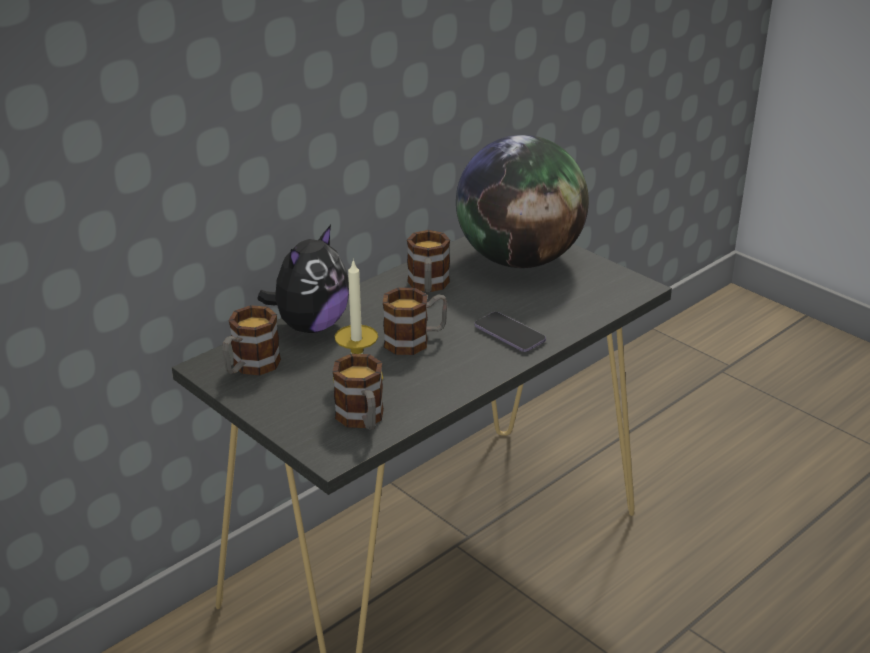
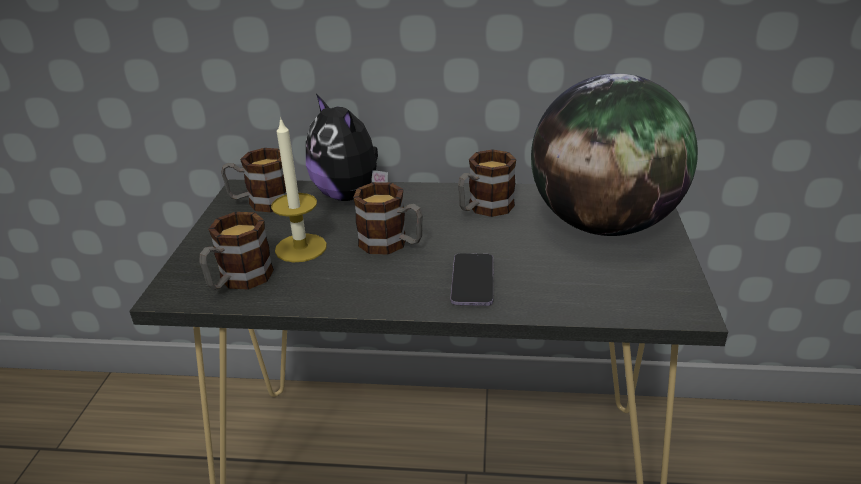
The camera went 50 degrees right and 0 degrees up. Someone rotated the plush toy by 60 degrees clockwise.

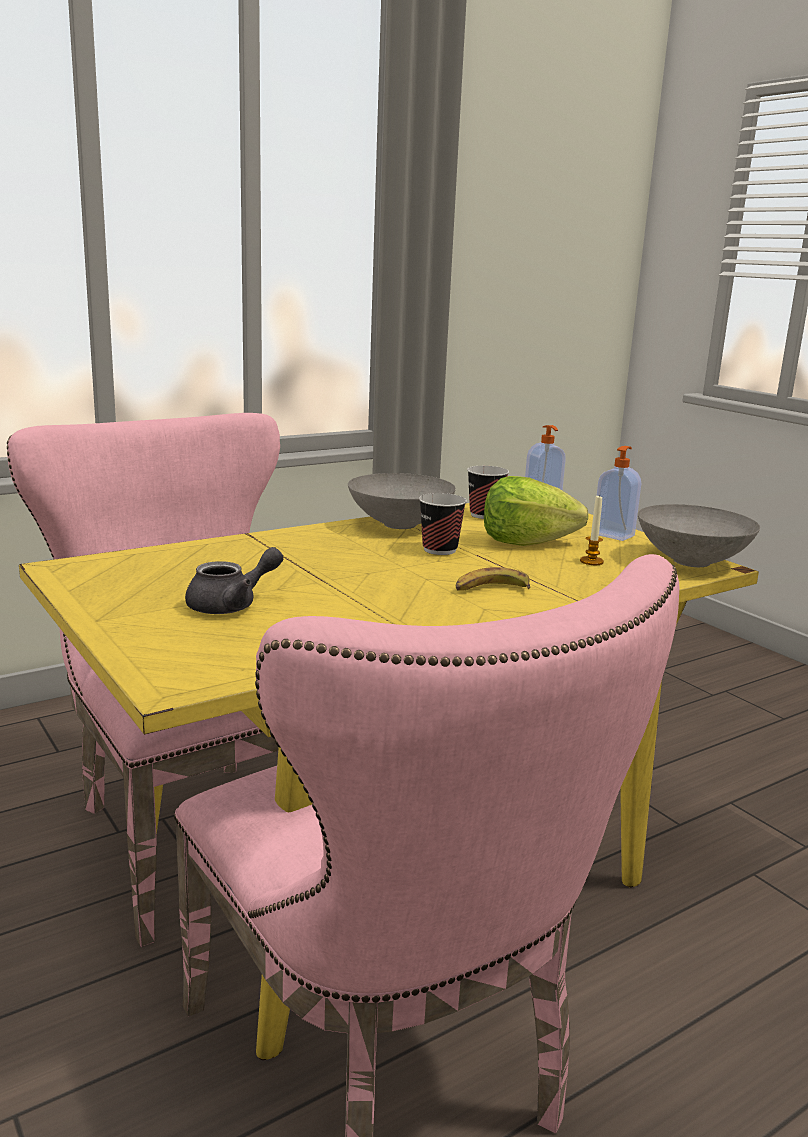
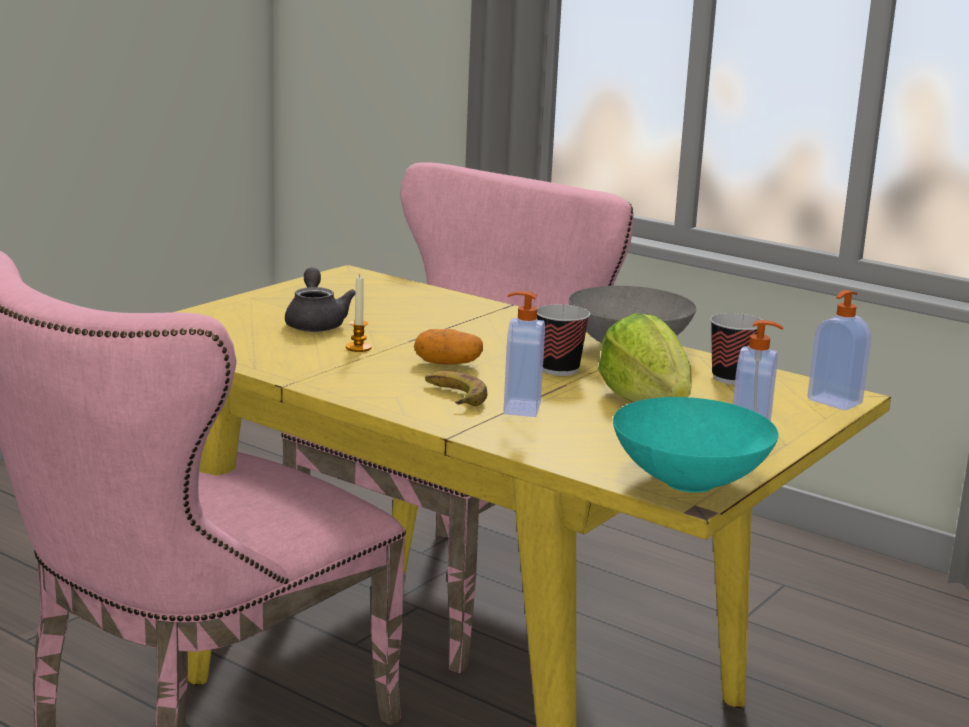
The camera went 70 degrees right and 0 degrees up. Someone carried the candle. Someone repainted the grey serving bowl (2nd from left), which became the turquoise serving bowl. Someone rotated the grey teapot by 135 degrees counterclockwise. Someone put down the soap bottle (1st from left). Someone put down the whole potato.

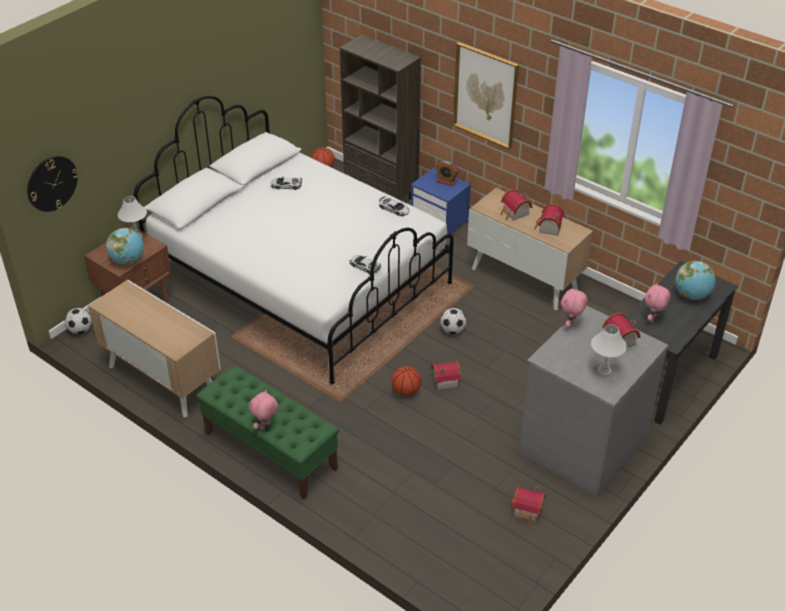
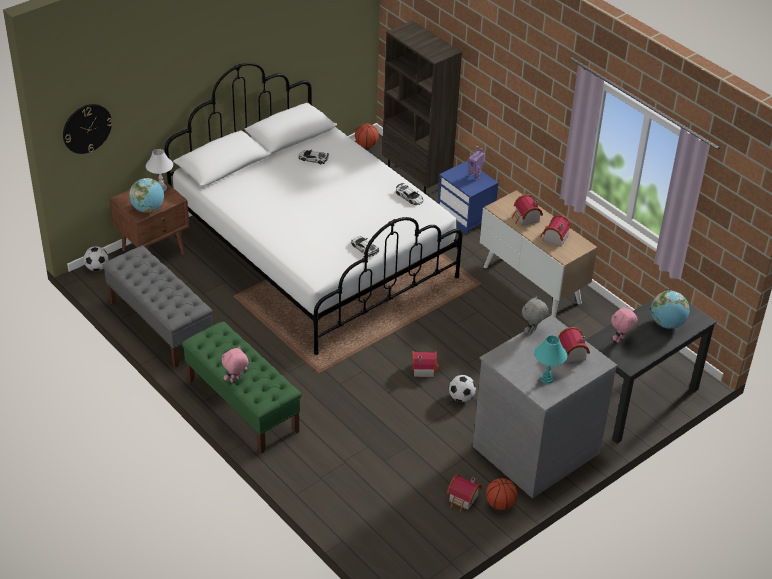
The camera went 10 degrees right and 0 degrees up. Someone took away the wall picture. Someone swapped the table clock for the toy robot. Someone swapped the cabinet (1st from left) for the grey indoor bench. Someone repainted the pinkish plush toy (2nd from left), which became the grey plush toy. Someone carried the football ball (2nd from left). Someone repainted the whitish tabletop lamp (2nd from left), which became the turquoise tabletop lamp. Someone carried the basketball (2nd from left).

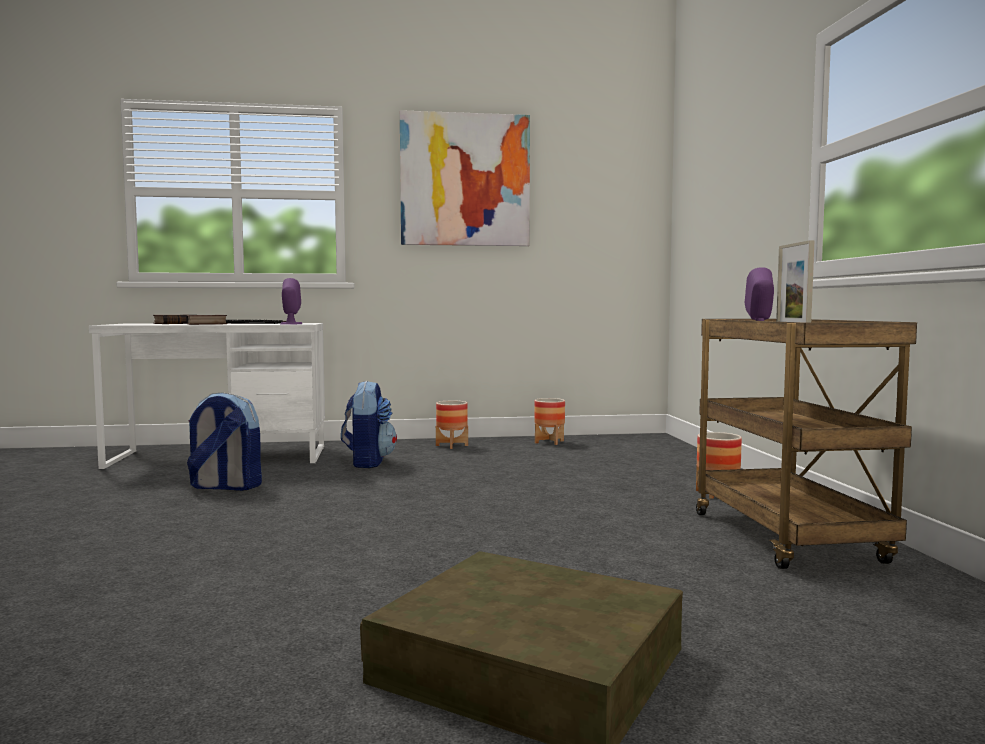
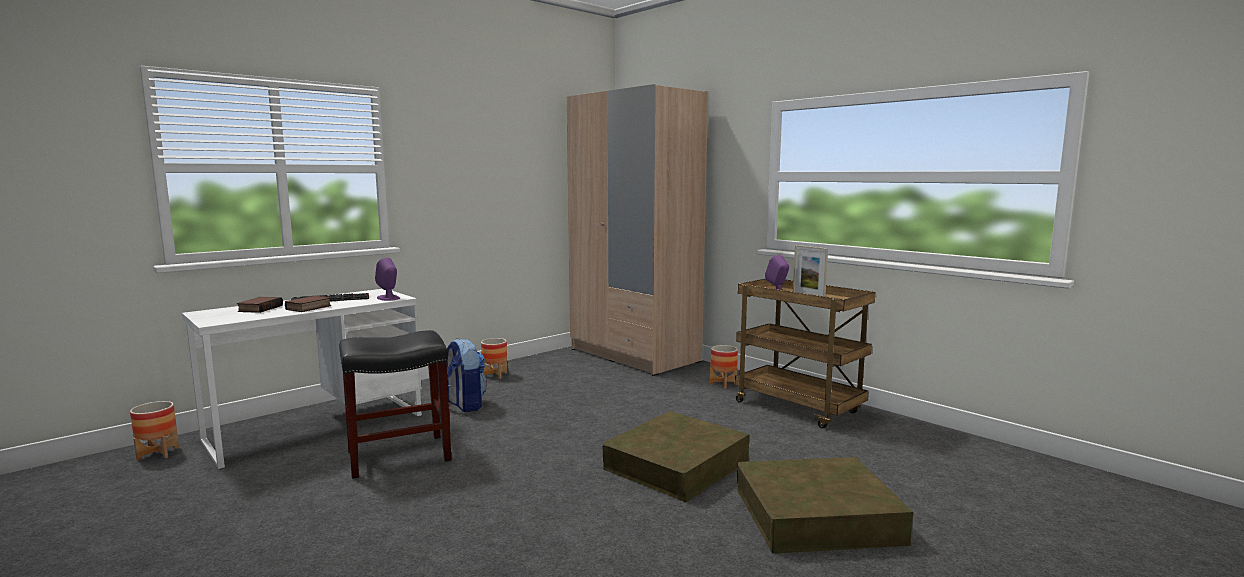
The camera went 35 degrees left and 5 degrees up. Someone took away the wall picture. Someone swapped the knapsack (1st from left) for the blackish sitting stool. Someone carried the plant pot (2nd from left in the first image). Someone put down the beige wardrobe. Someone put down the brownish storage bin (1st from left).

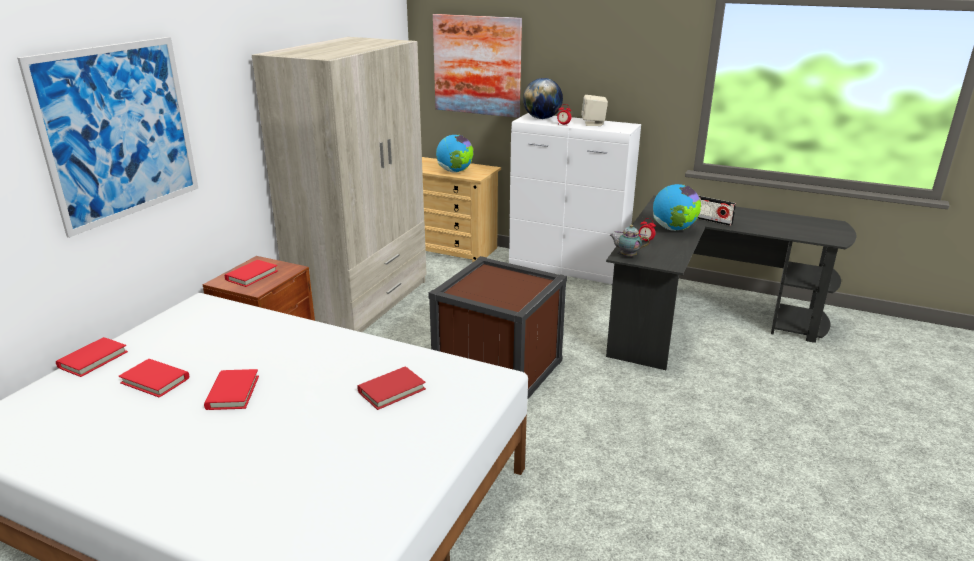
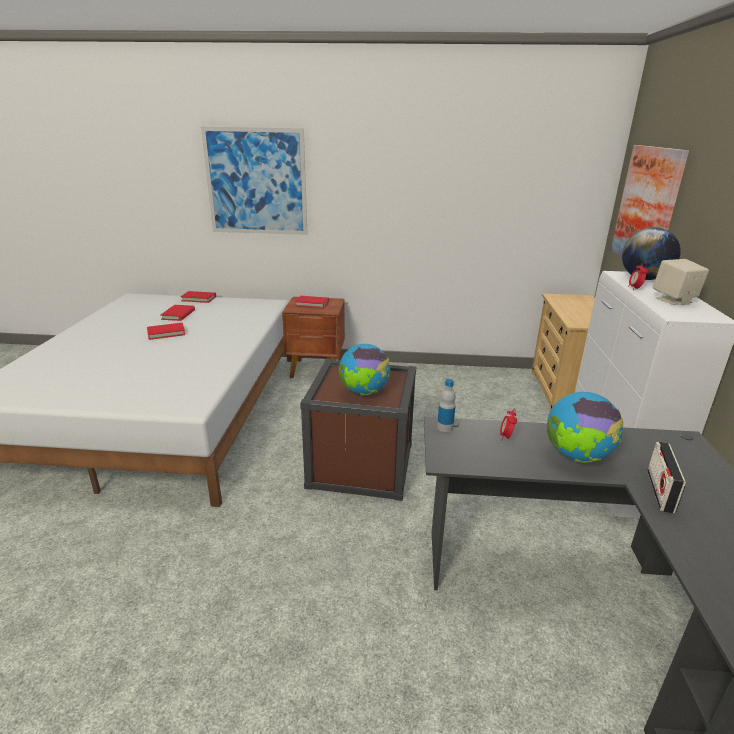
The camera went 70 degrees right and 0 degrees up. Someone took away the beige wardrobe. Someone carried the desk globe (1st from left). Someone swapped the teapot for the bottle. Someone took away the reddish volume (5th from left).

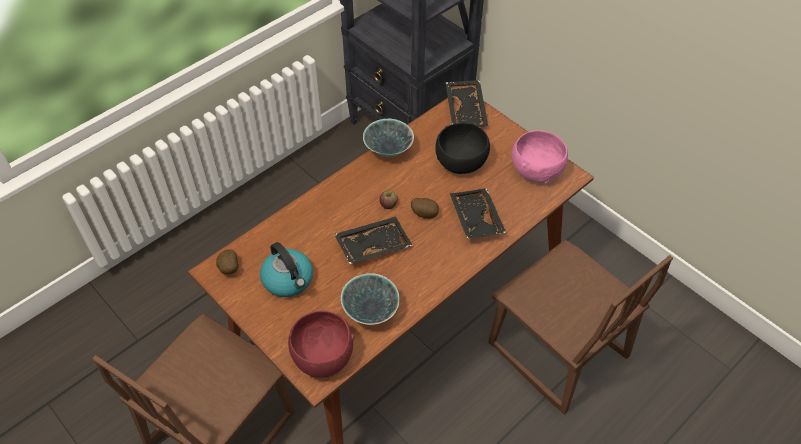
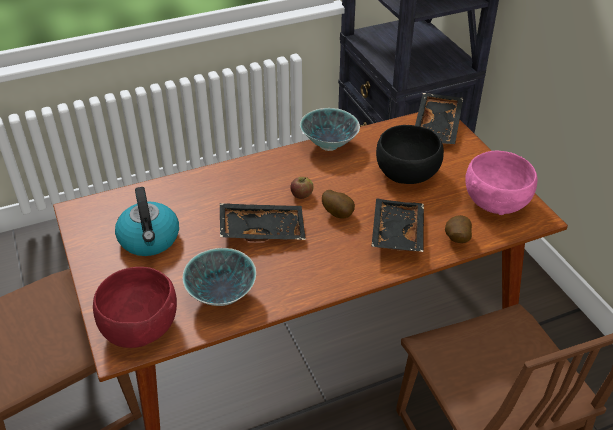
The camera went 20 degrees right and 10 degrees down. Someone carried the whole potato (1st from left in the first image).

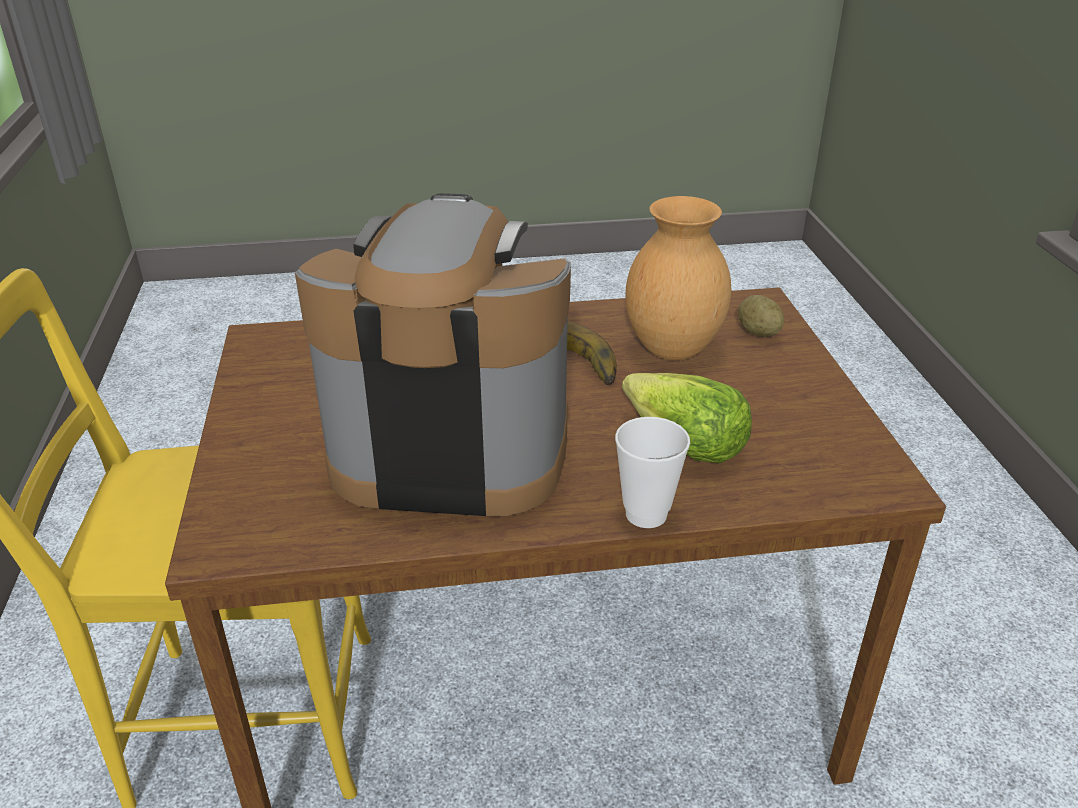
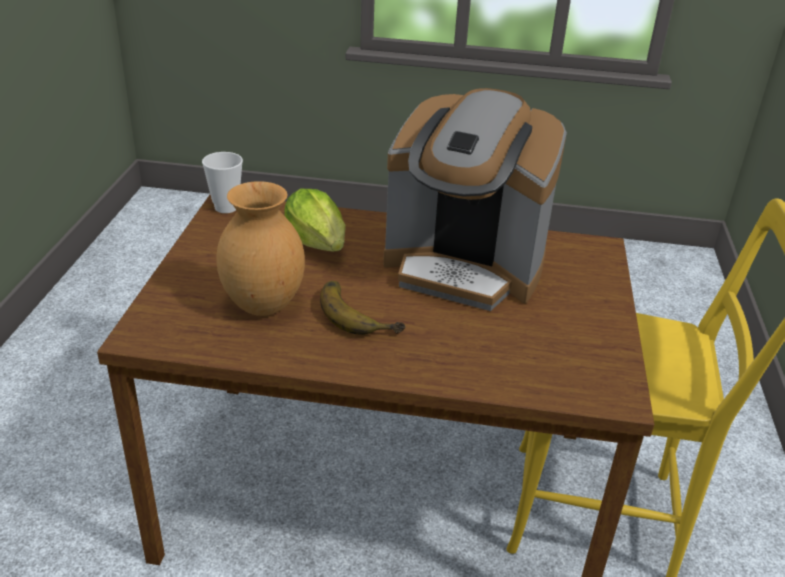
The camera went 165 degrees left and 0 degrees up. Someone took away the whole potato. Someone carried the small cup.

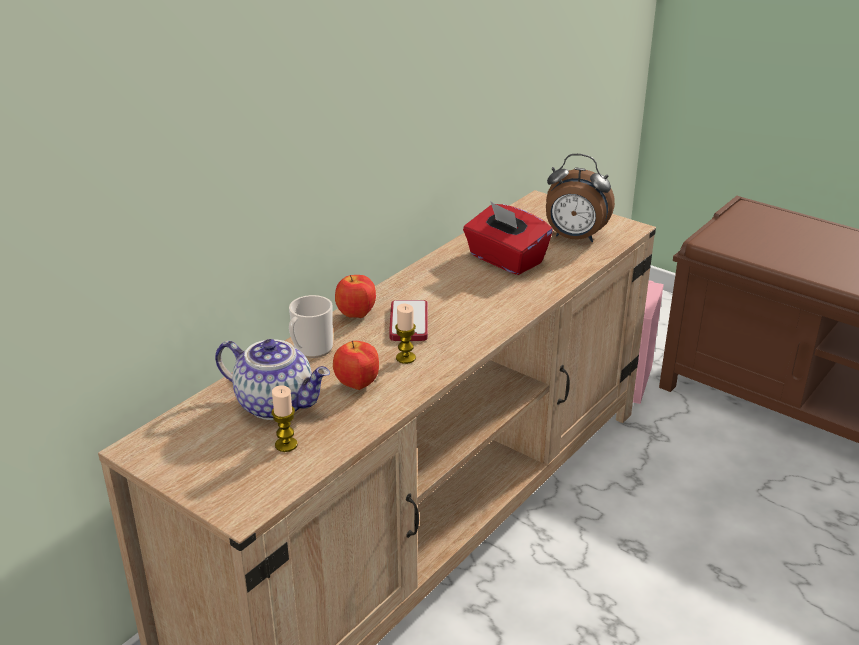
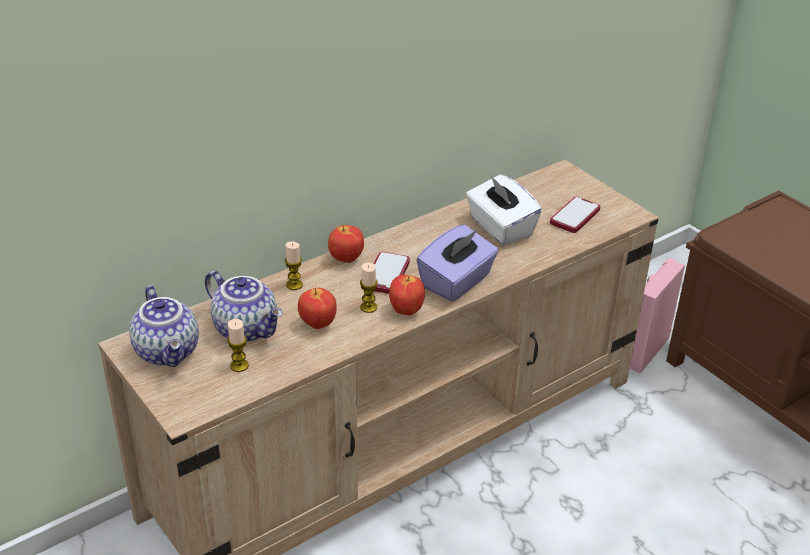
The camera went 15 degrees right and 5 degrees up. Someone swapped the table clock for the handset (2nd from left). Someone repainted the reddish tissue holder, which became the whitish tissue holder. Someone swapped the tea mug for the candle (2nd from left). Someone put down the purple-coloured tissue holder. Someone put down the whole apple (3rd from left). Someone put down the teapot (1st from left).

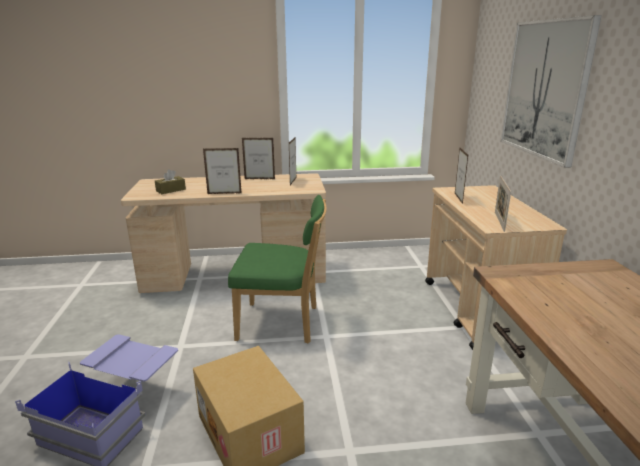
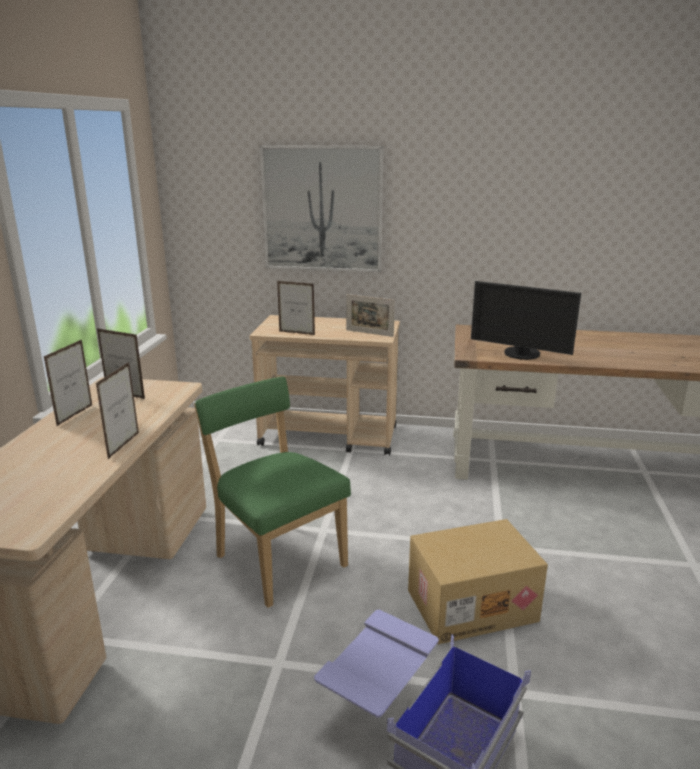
The camera went 75 degrees left and 0 degrees up. Someone took away the brownish tissue holder. Someone rotated the greenish plain chair by 60 degrees counterclockwise. Someone put down the computer display.

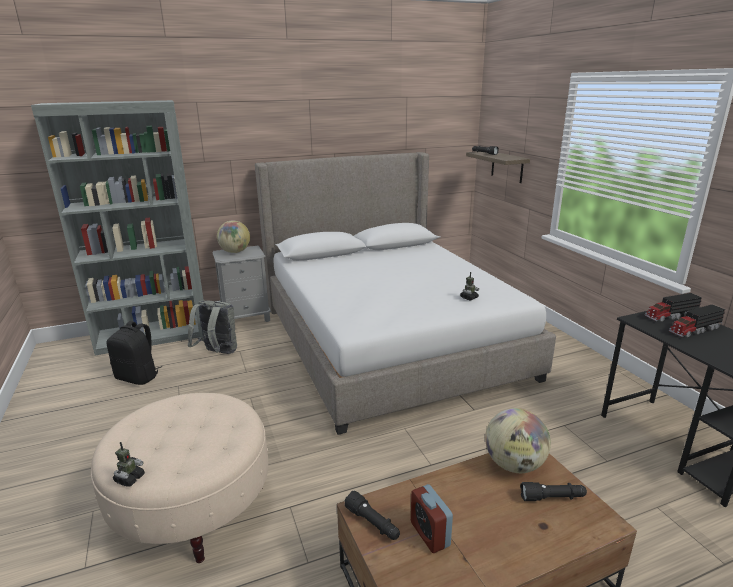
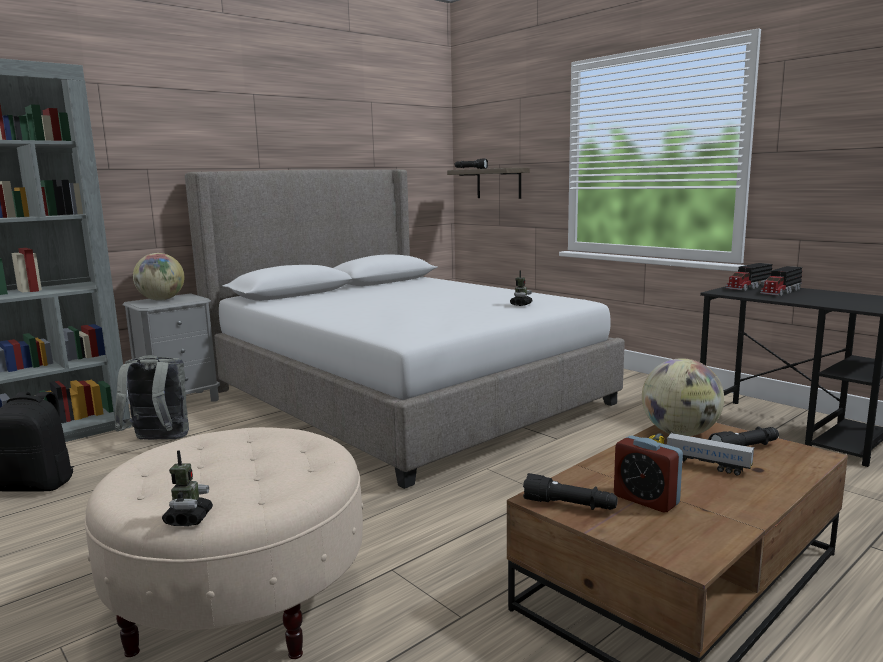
The camera went 20 degrees left and 10 degrees down. Someone put down the toy lorry (1st from left).

